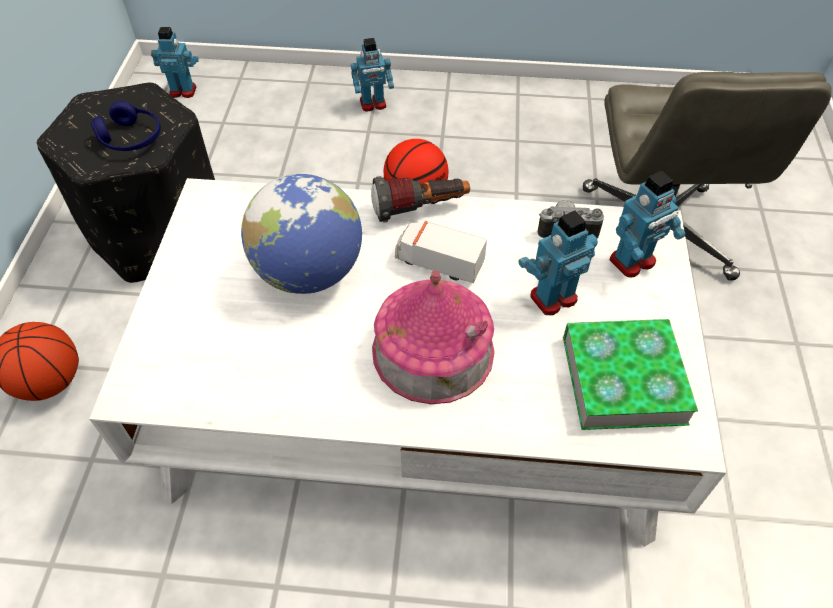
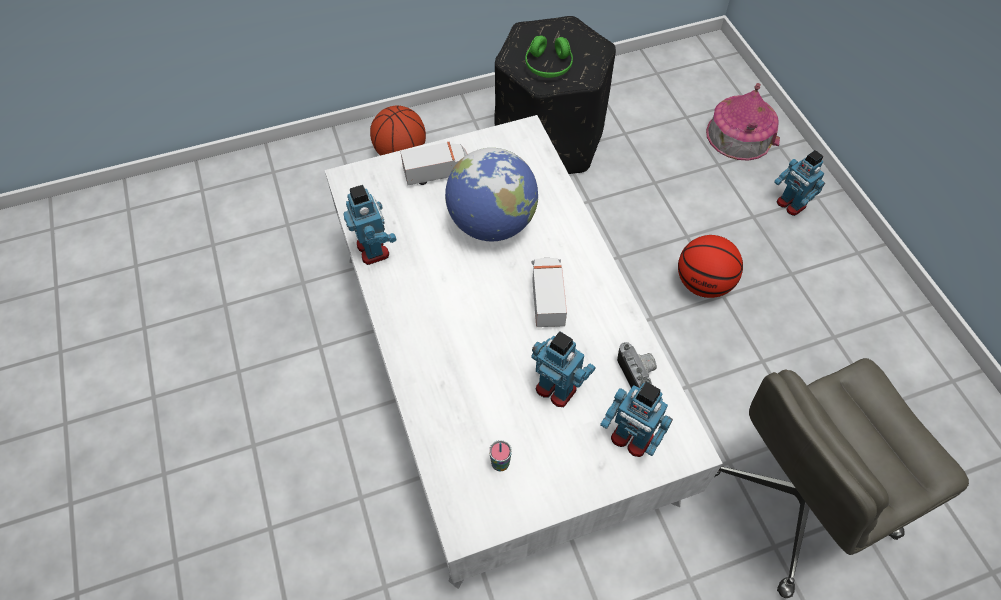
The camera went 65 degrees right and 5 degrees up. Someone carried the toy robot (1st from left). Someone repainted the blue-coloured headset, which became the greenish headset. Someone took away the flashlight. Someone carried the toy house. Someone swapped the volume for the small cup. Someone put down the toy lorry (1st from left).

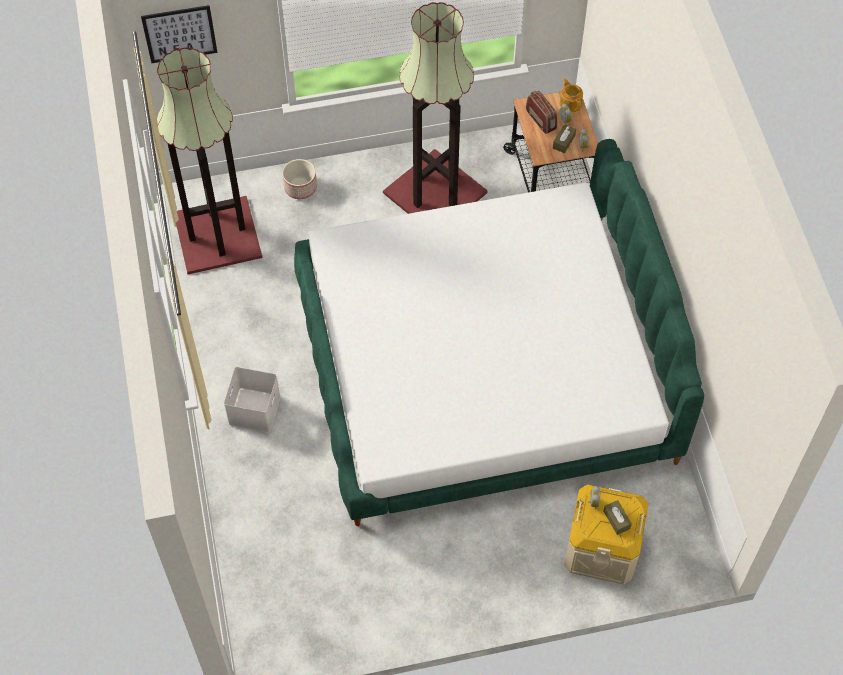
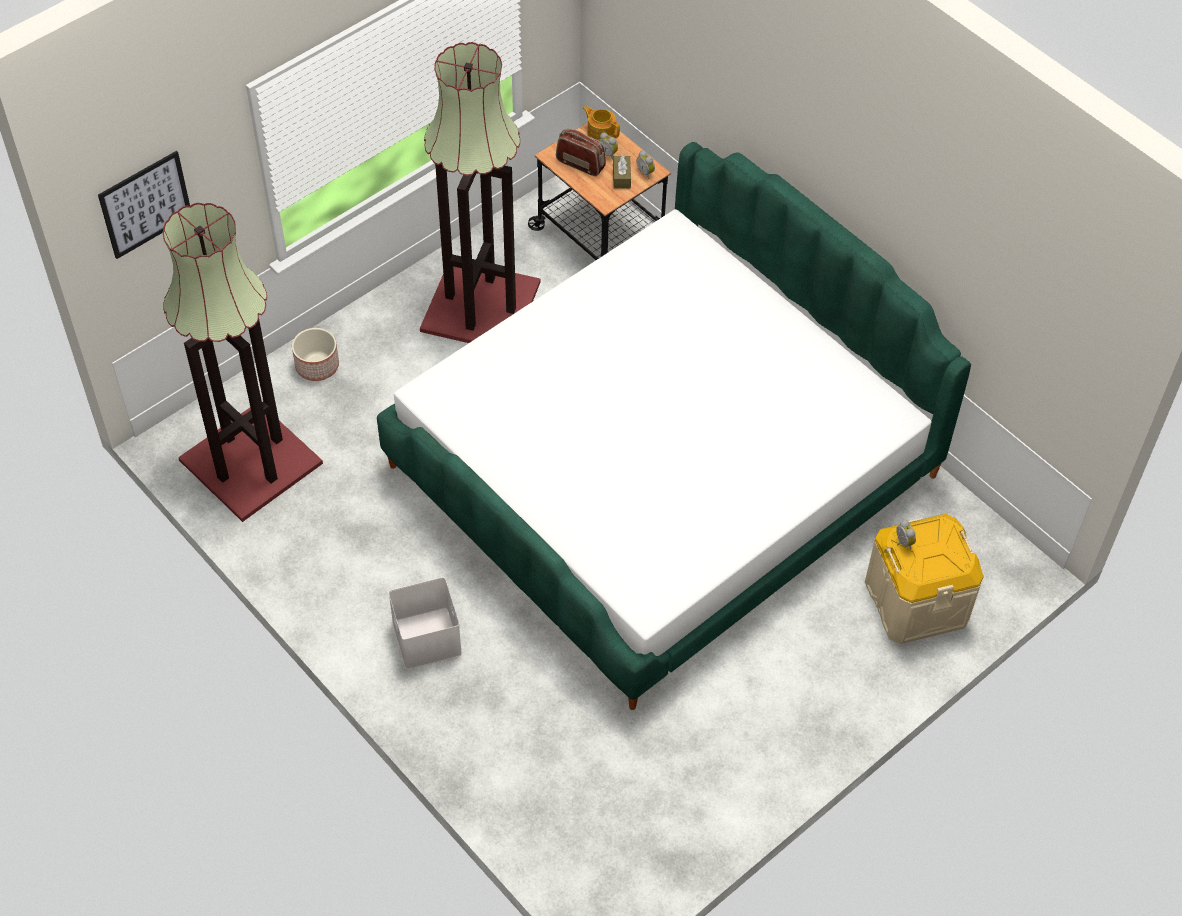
The camera went 30 degrees left and 5 degrees down. Someone took away the brownish tissue holder (2nd from left).

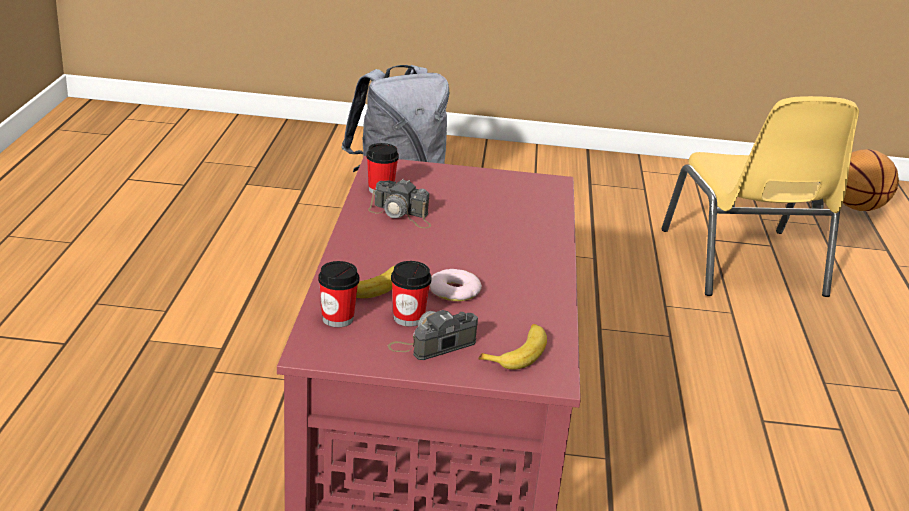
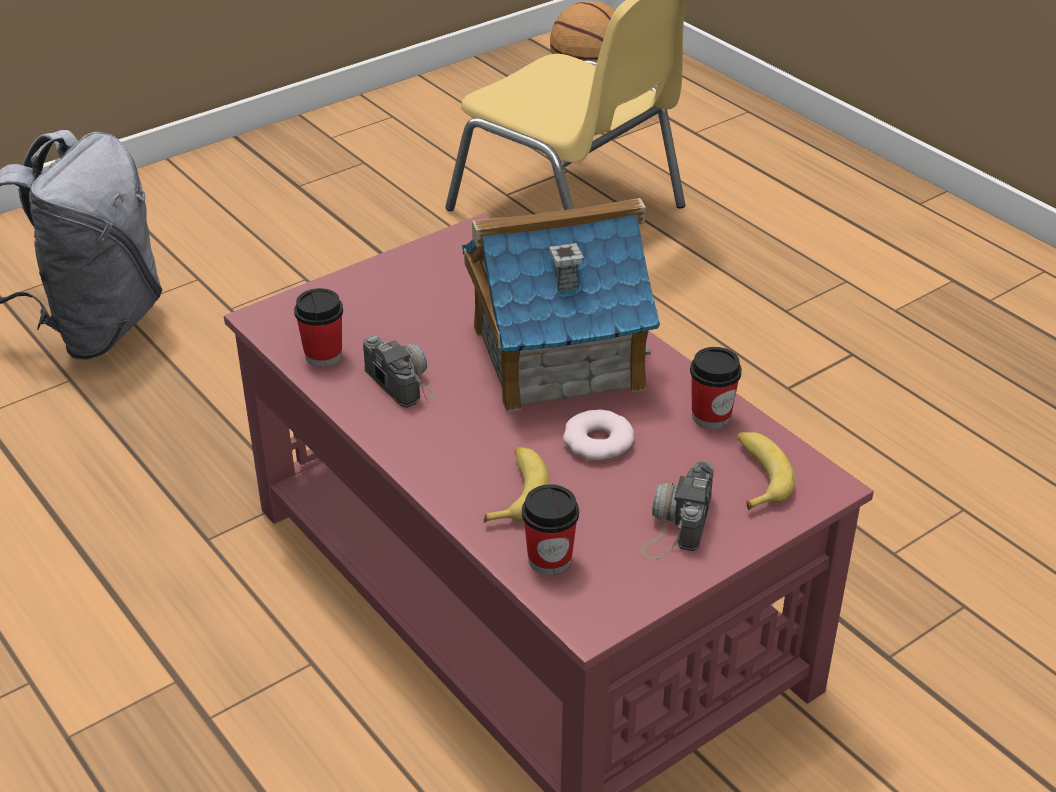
The camera went 40 degrees left and 10 degrees up. Someone rotated the photo camera (1st from left) by 105 degrees counterclockwise. Someone carried the small cup (3rd from left). Someone put down the toy house.

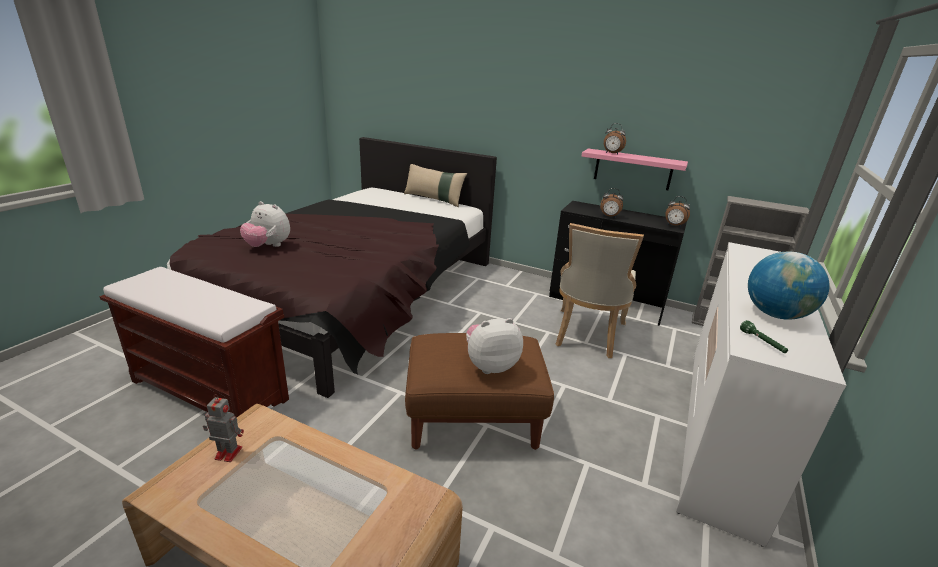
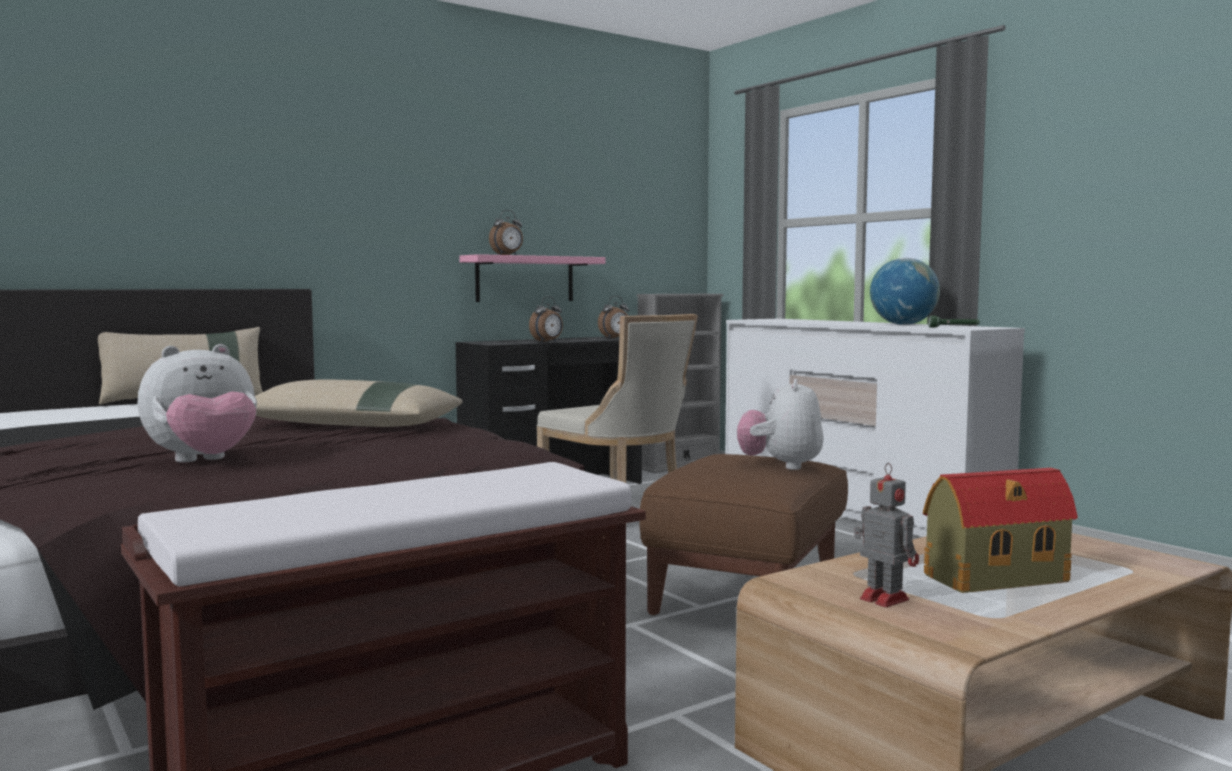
The camera went 60 degrees left and 20 degrees down. Someone rotated the toy robot by 105 degrees clockwise. Someone put down the beige throw pillow (2nd from left). Someone put down the toy house.

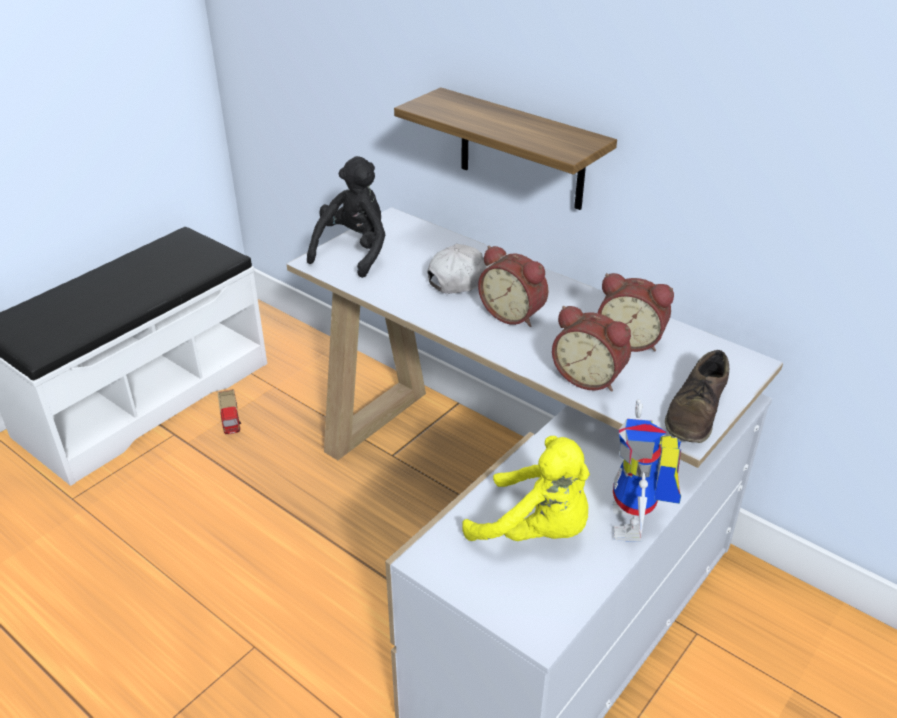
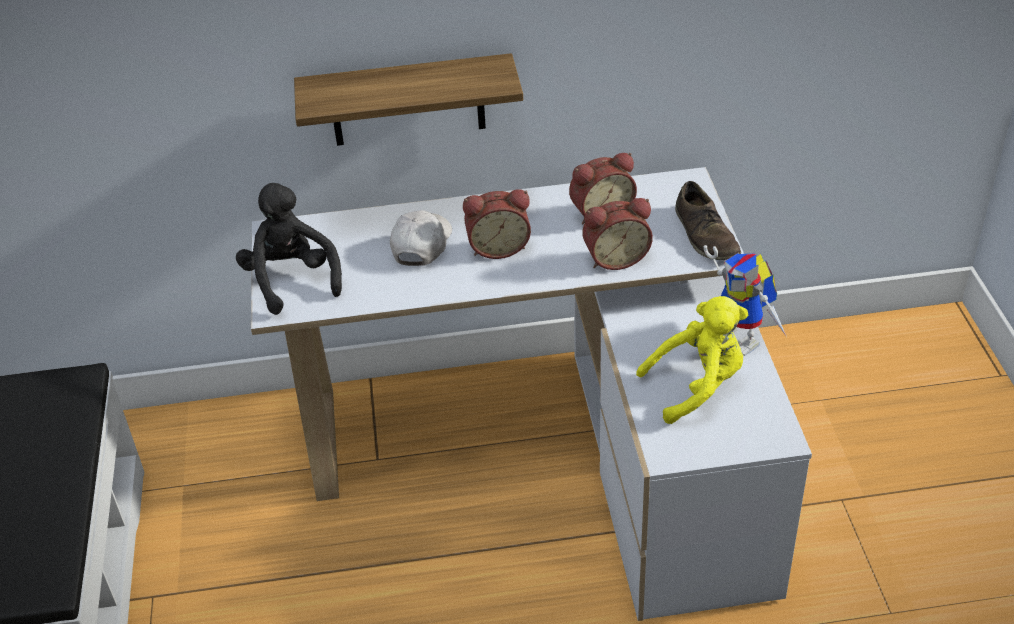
The camera went 45 degrees left and 5 degrees up. Someone took away the toy lorry.

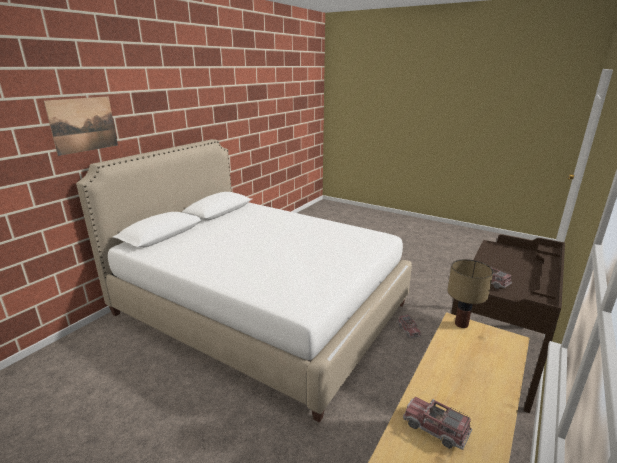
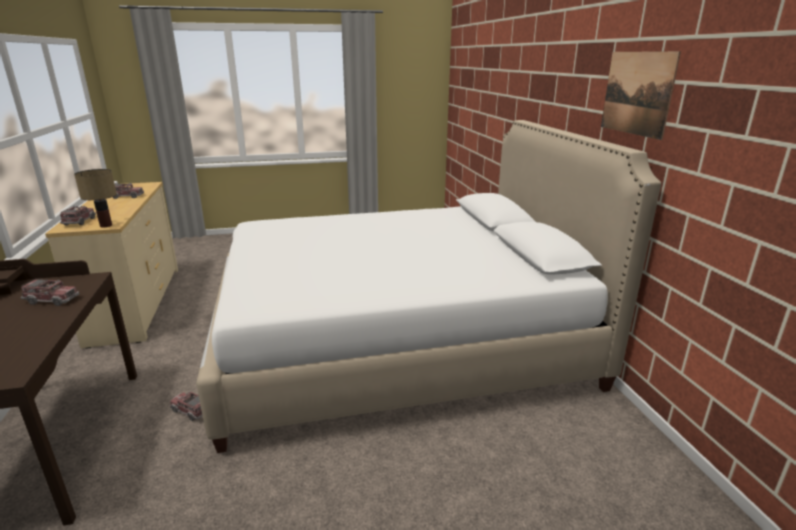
The camera went 135 degrees right and 0 degrees up. Someone carried the wall picture. Someone put down the toy lorry (2nd from left).

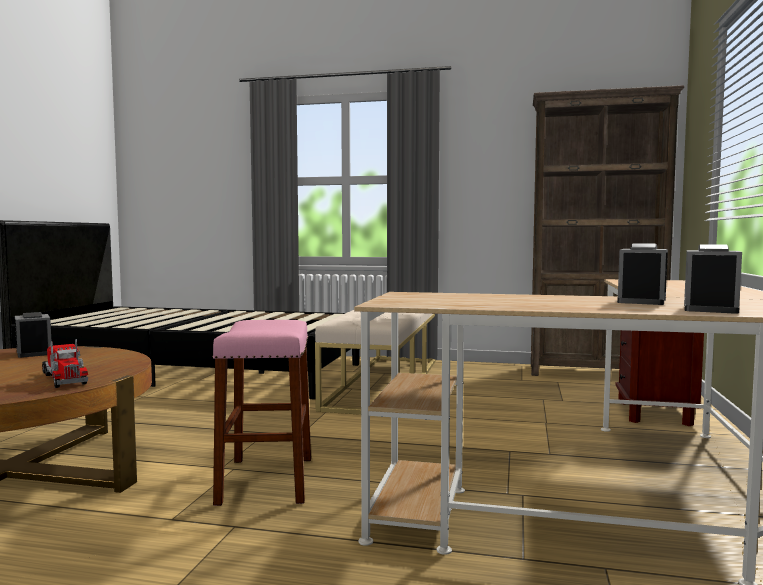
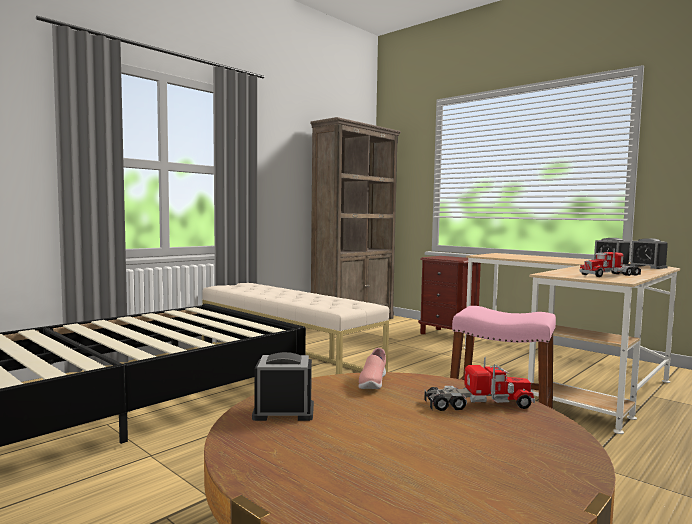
The camera went 60 degrees left and 0 degrees up. Someone put down the toy lorry (2nd from left). Someone put down the pinkish item of footwear.

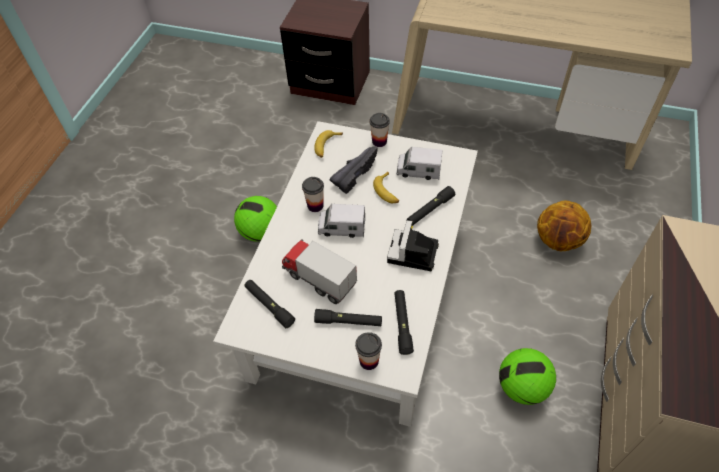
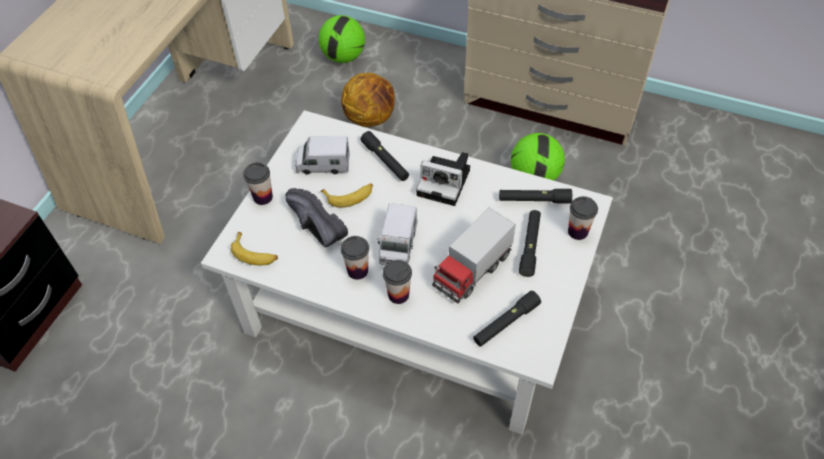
The camera went 85 degrees left and 0 degrees up. Someone rotated the toy lorry (3rd from left in the first image) by 75 degrees clockwise. Someone carried the football ball (1st from left). Someone put down the small cup (3rd from left).

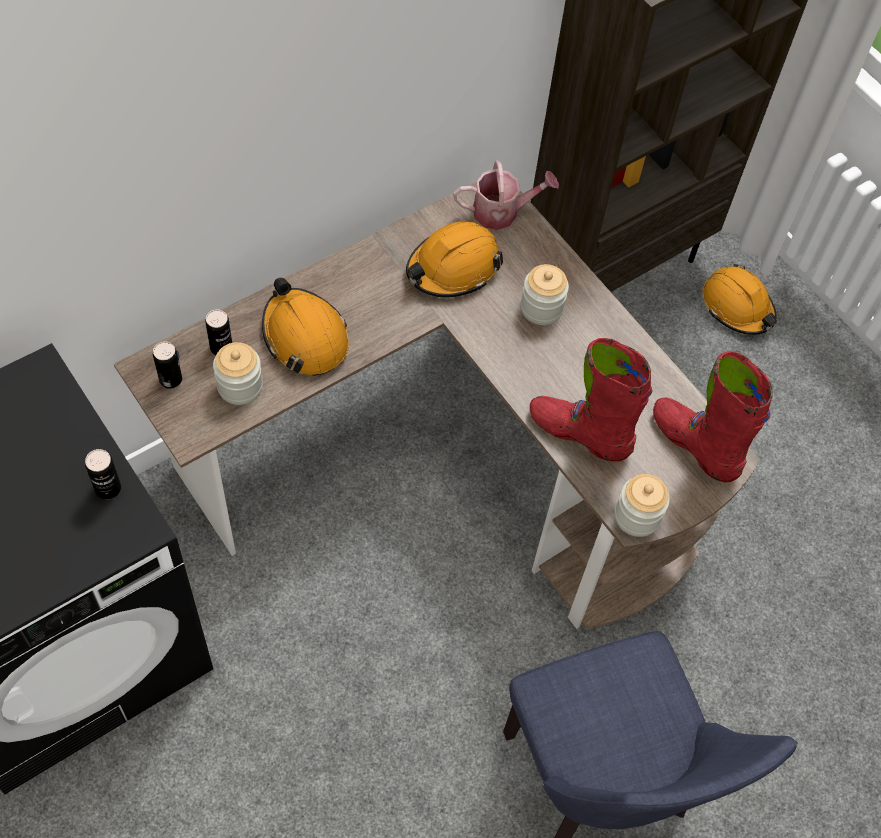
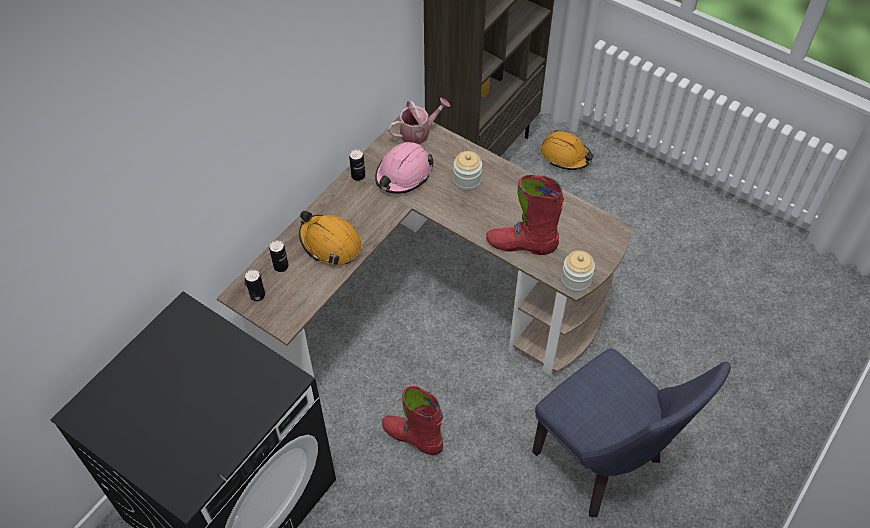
The camera went 15 degrees left and 5 degrees down. Someone repainted the orange-coloured safety helmet (2nd from left), which became the pinkish safety helmet. Someone took away the preserve jar (1st from left). Someone carried the reddish boot (2nd from left in the first image). Someone carried the can (1st from left in the first image).

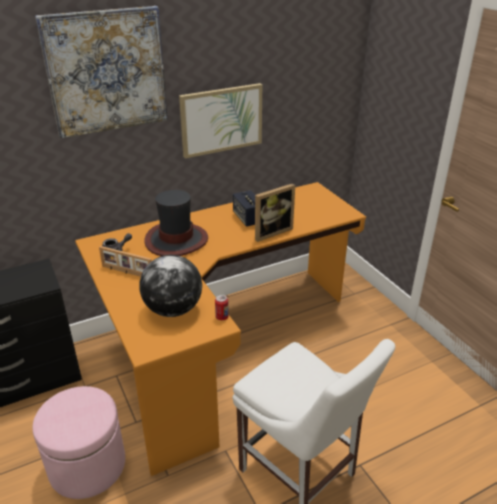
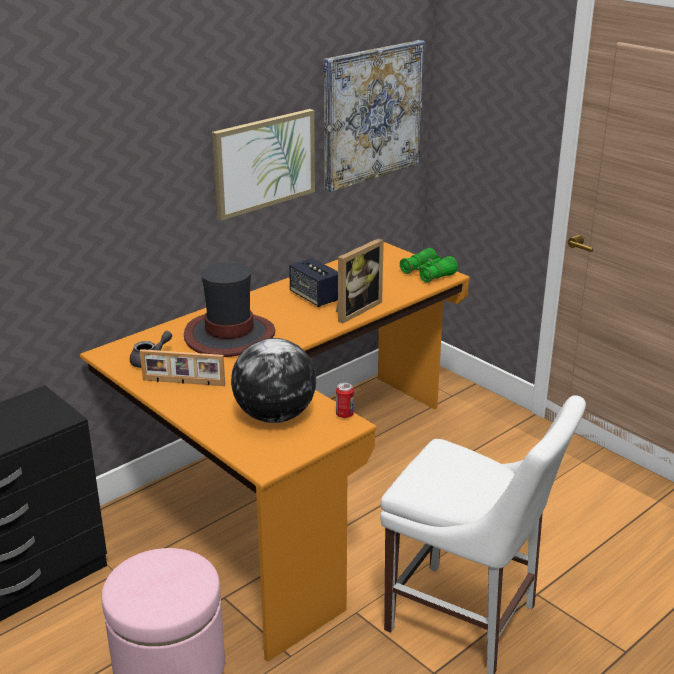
The camera went 15 degrees left and 5 degrees down. Someone carried the wall picture (1st from left in the first image). Someone put down the greenish binoculars.

